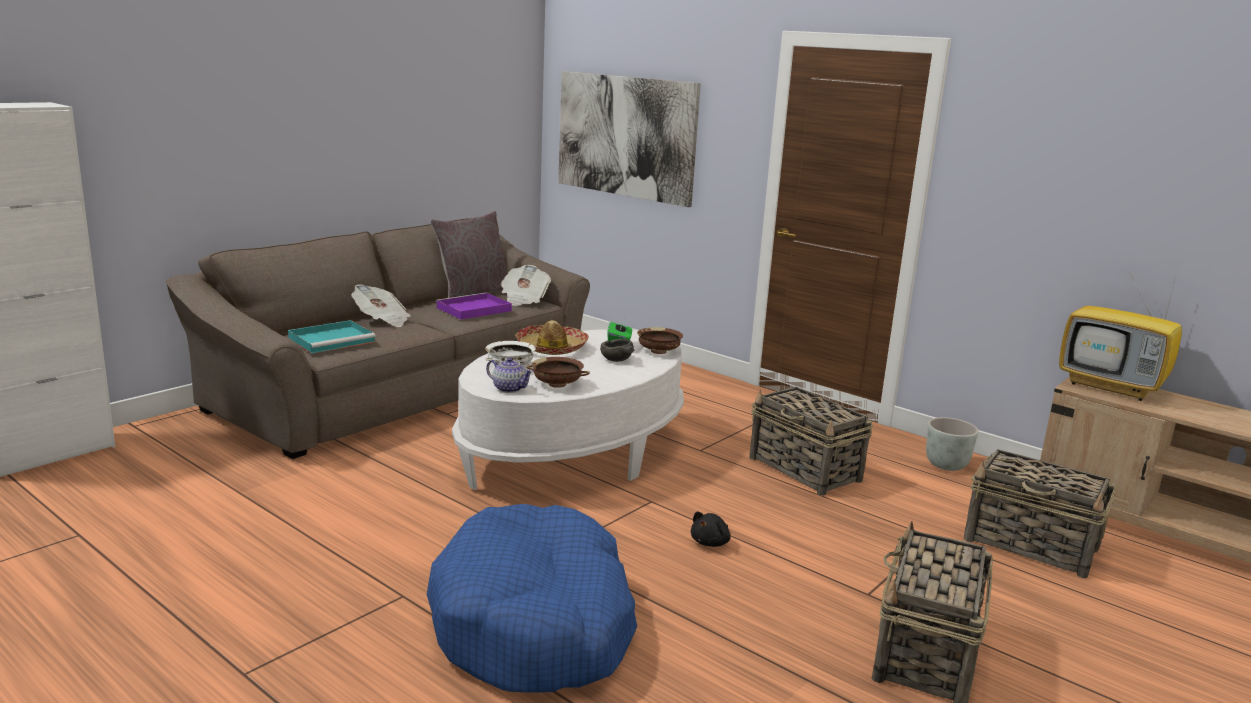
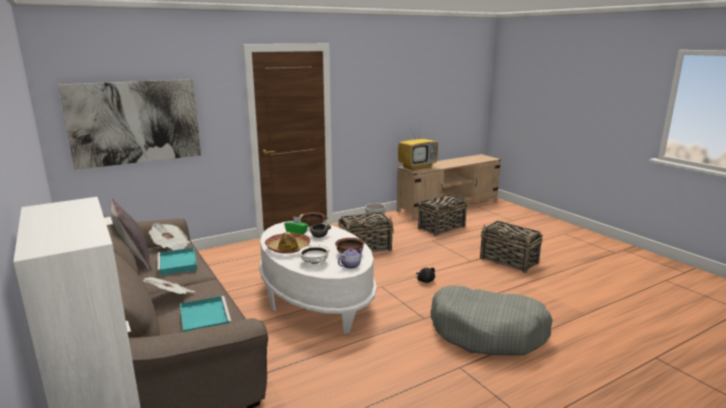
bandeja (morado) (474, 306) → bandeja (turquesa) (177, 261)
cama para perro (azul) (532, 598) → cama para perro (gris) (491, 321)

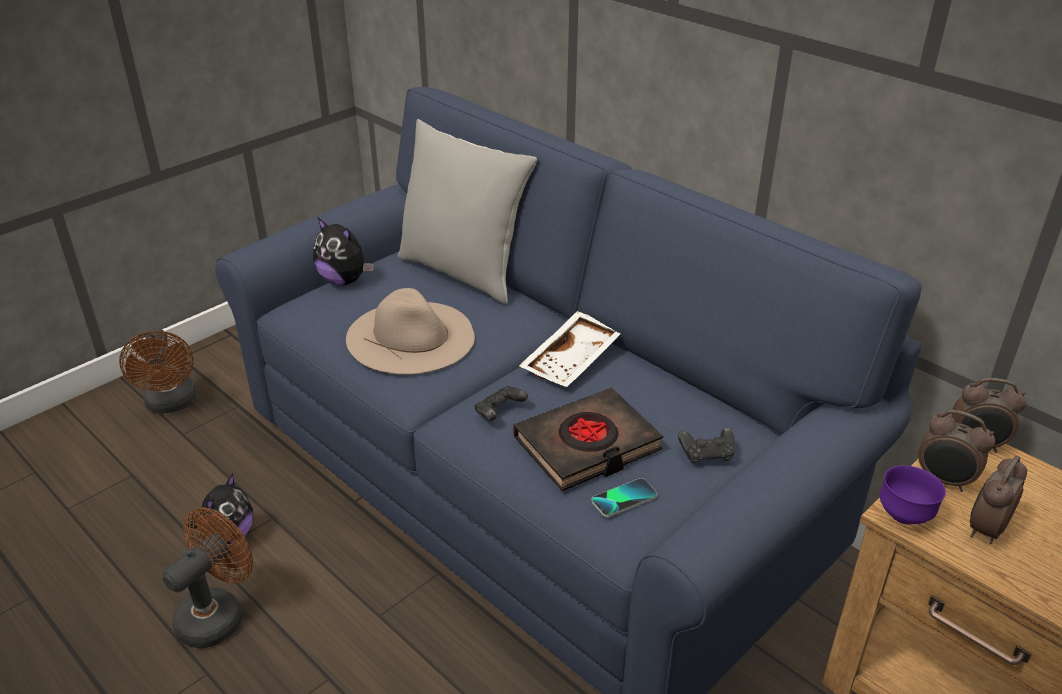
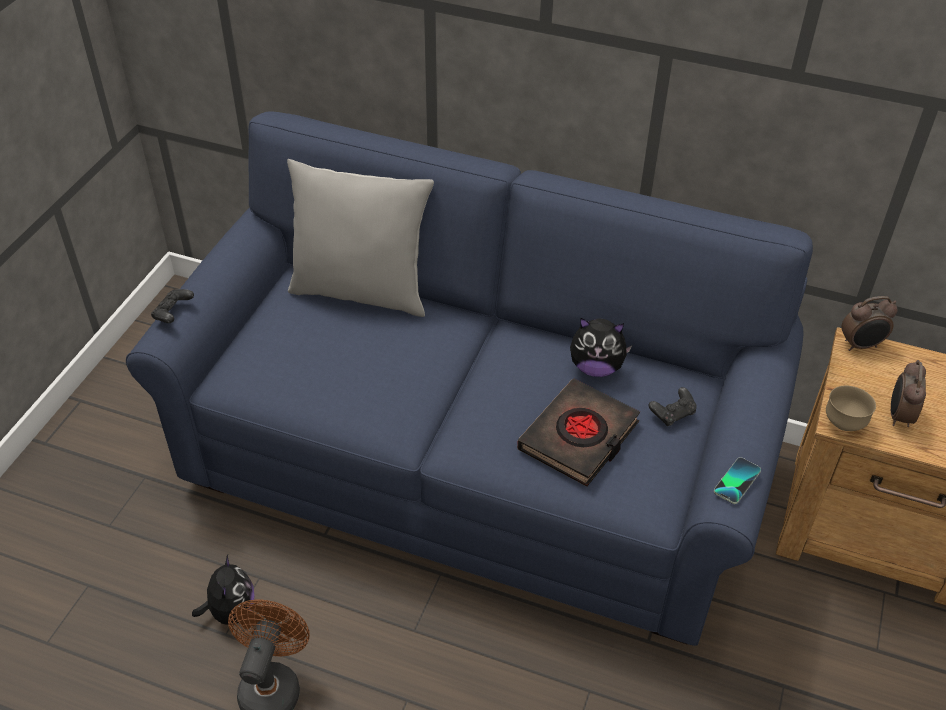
peluche (343, 251) → peluche (601, 347), moved
sombrero (beis) (410, 331) → -
bandeja (blanco) (569, 349) → -
ventilador (marrón) (157, 371) → -
mando de consola (negro) (501, 403) → mando de consola (negro) (172, 306), moved
despertador (956, 451) → -
cuenco (morado) (913, 494) → cuenco (marrón) (851, 408)
móvil (624, 497) → móvil (737, 480), moved

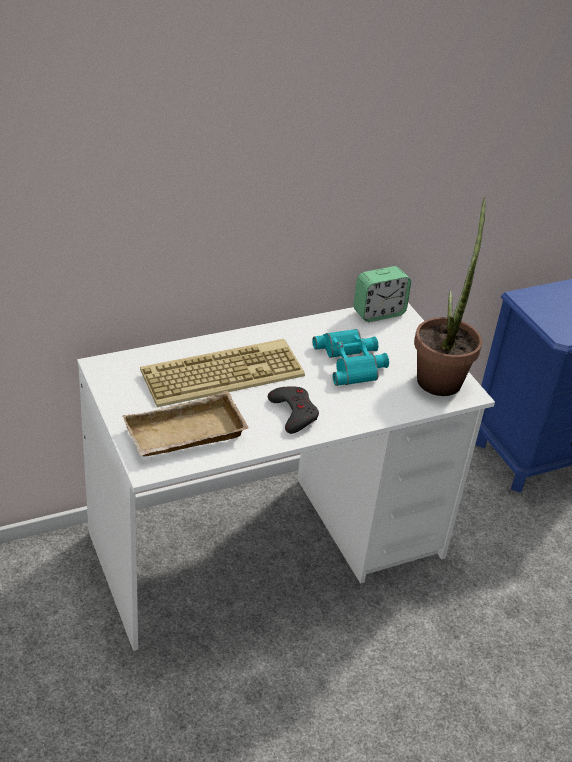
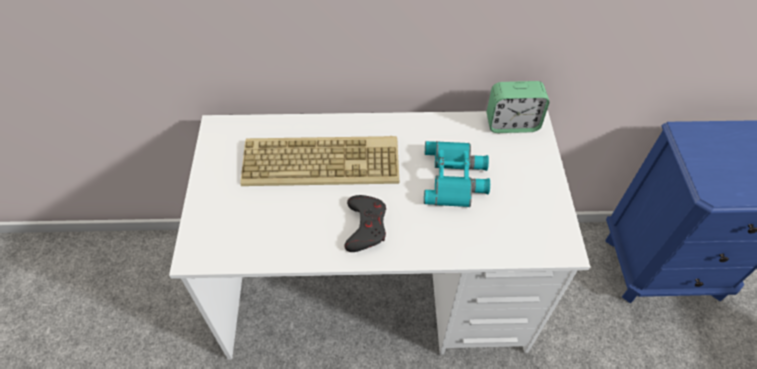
planta en maceta (449, 296) → -
bandeja (beis) (186, 424) → -

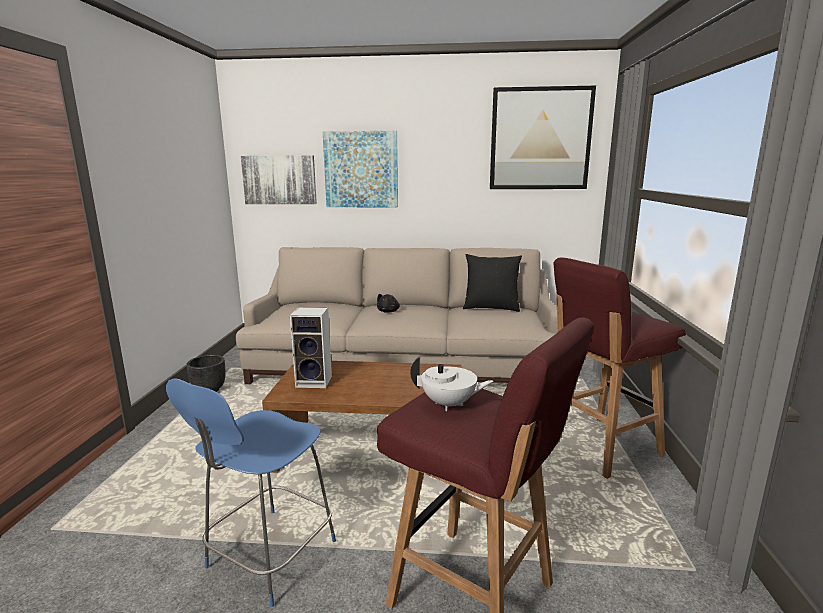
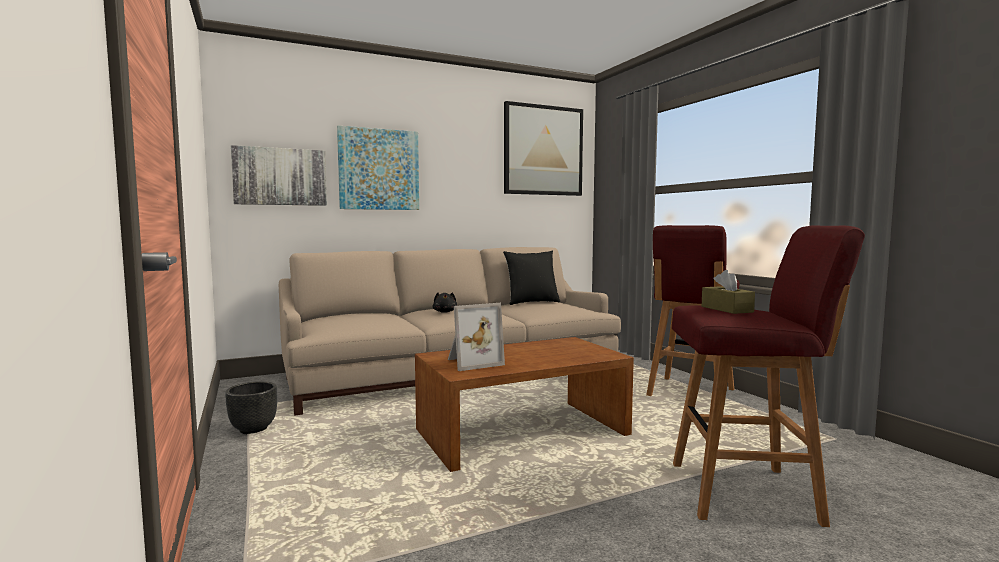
altavoz (311, 347) → portarretratos (476, 337)
tetera (blanco) (452, 383) → caja de pañuelos (marrón) (728, 292)
taburete (azul) (251, 492) → -

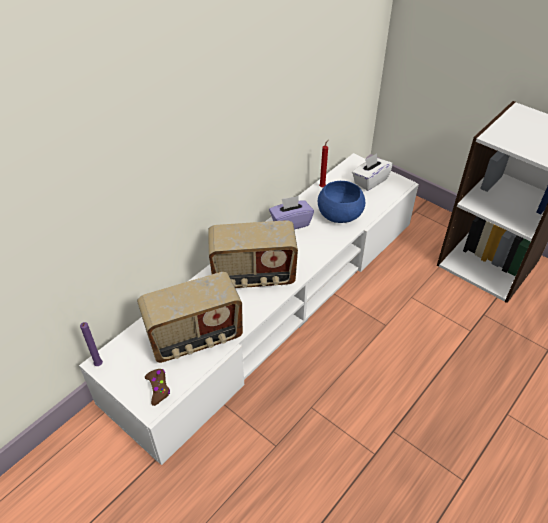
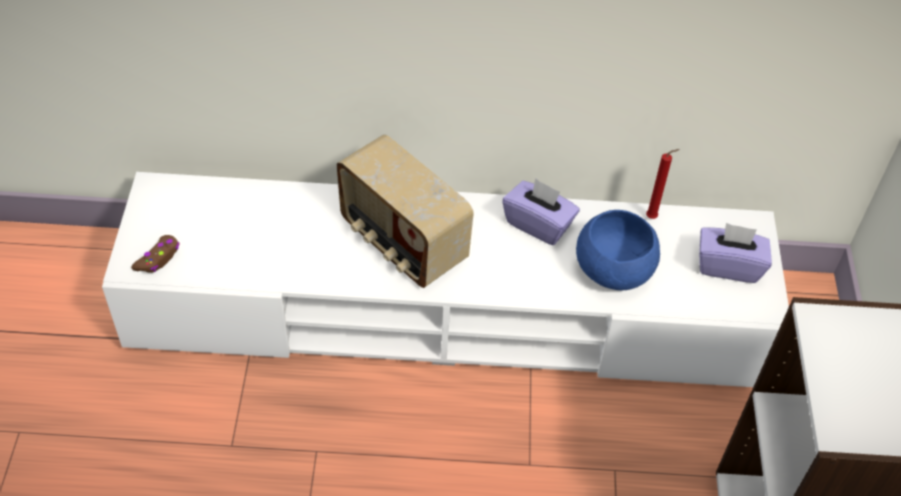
caja de pañuelos (blanco) (372, 172) → caja de pañuelos (morado) (735, 253)
radio (190, 317) → -
vela (morado) (91, 344) → -

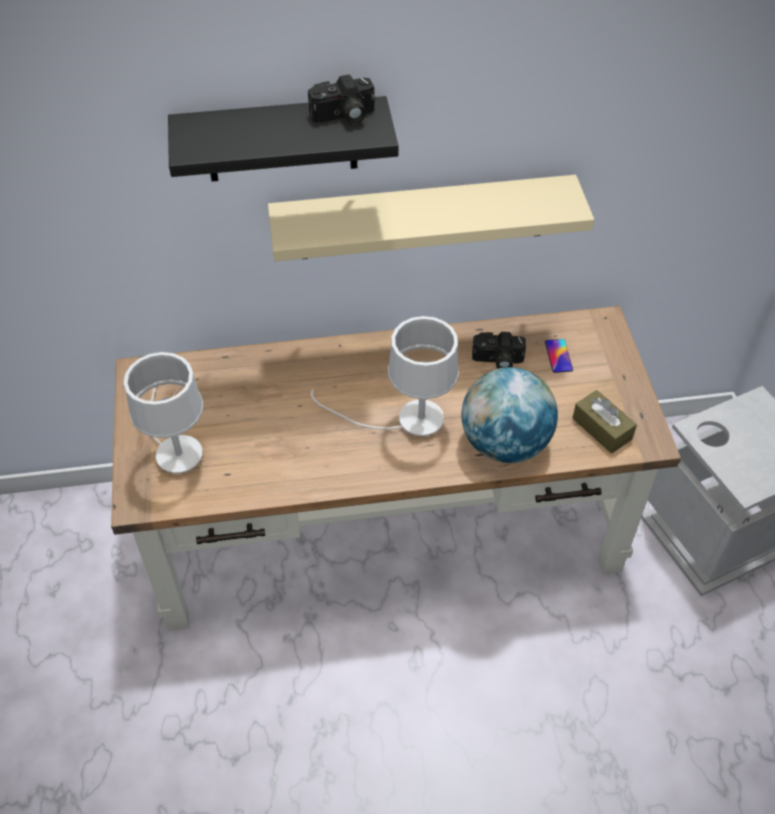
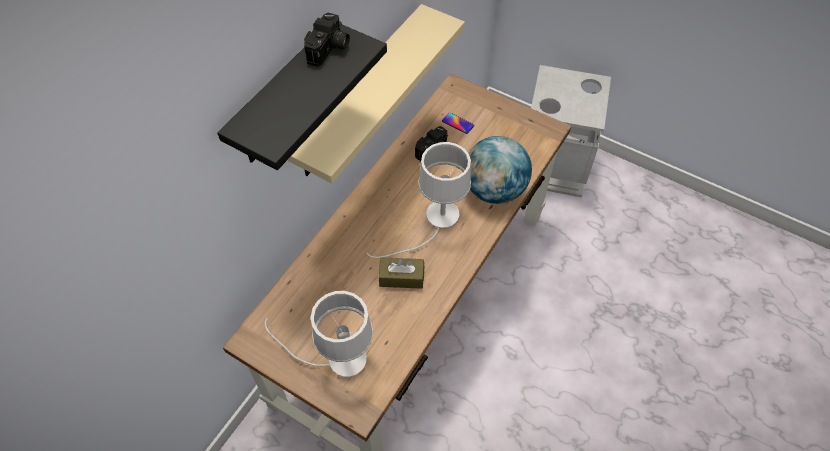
caja de pañuelos (marrón) (604, 422) → caja de pañuelos (marrón) (401, 273), moved

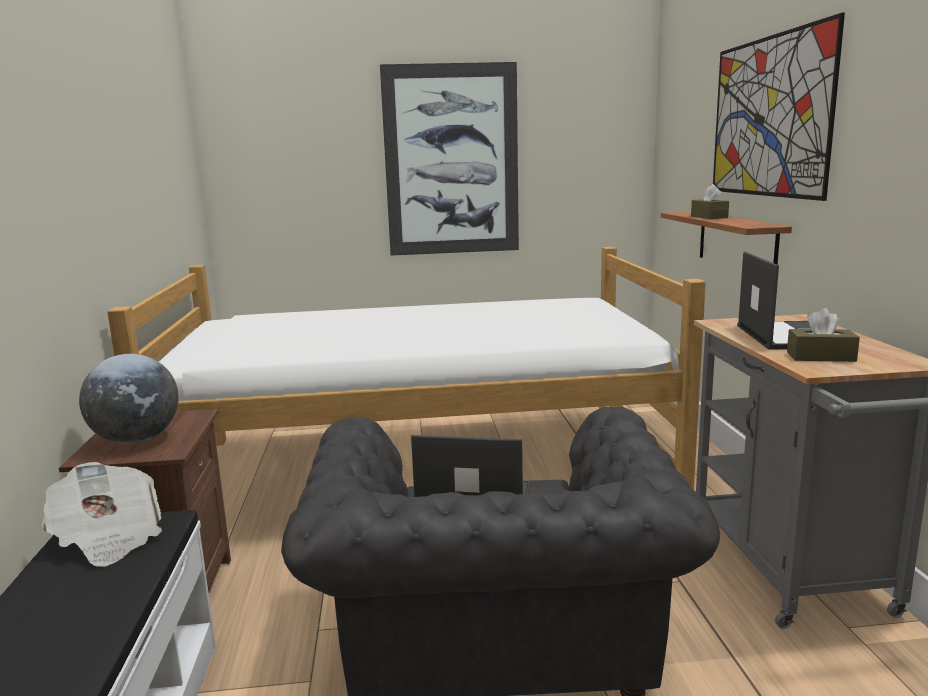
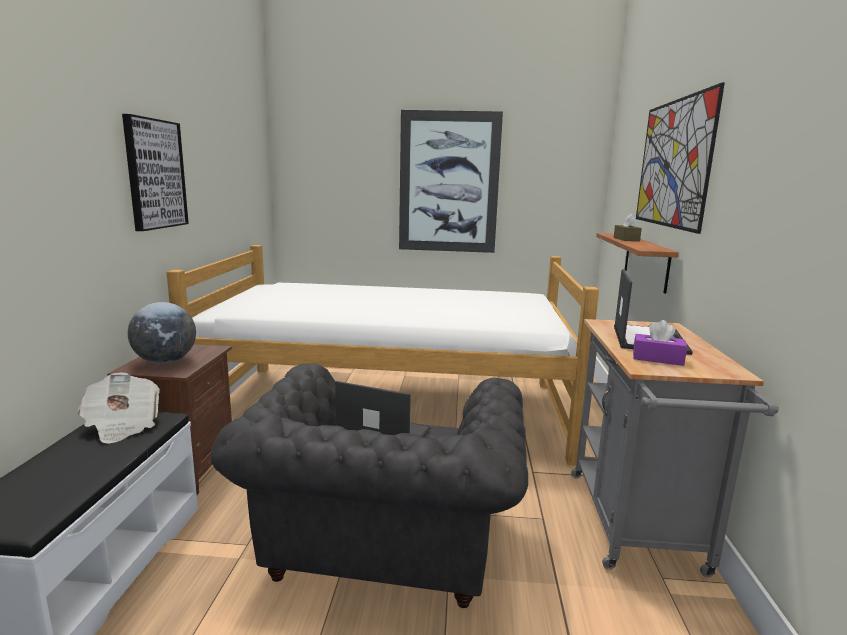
caja de pañuelos (marrón) (823, 335) → caja de pañuelos (morado) (660, 343)
- → cuadro (155, 172)

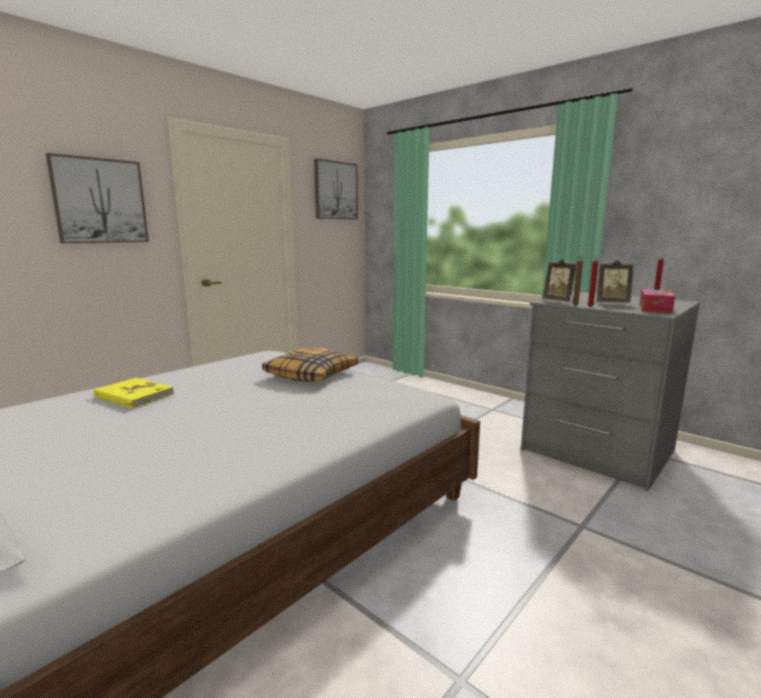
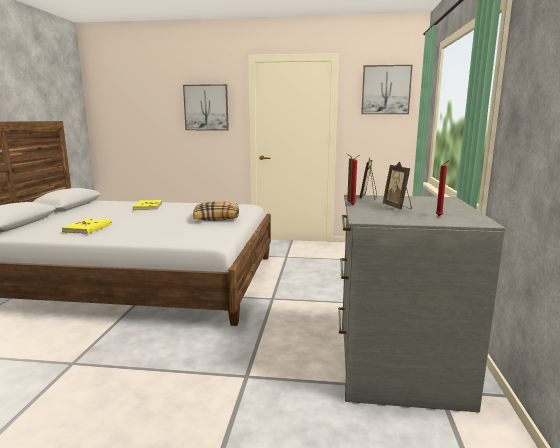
caja de pañuelos (657, 301) → -
- → libro (amarillo) (86, 226)

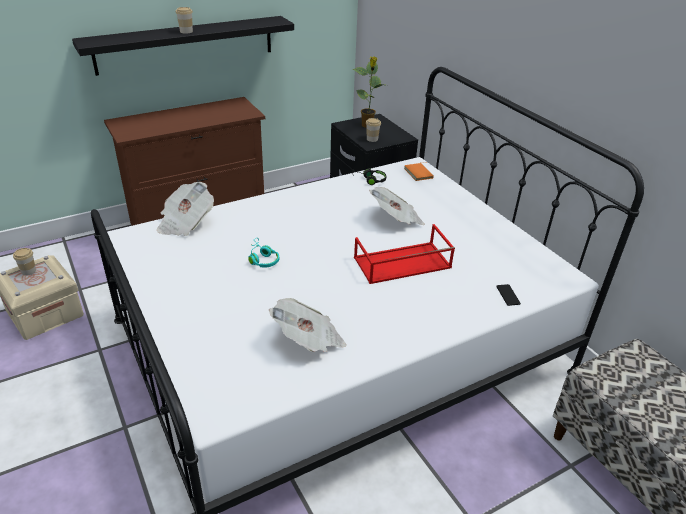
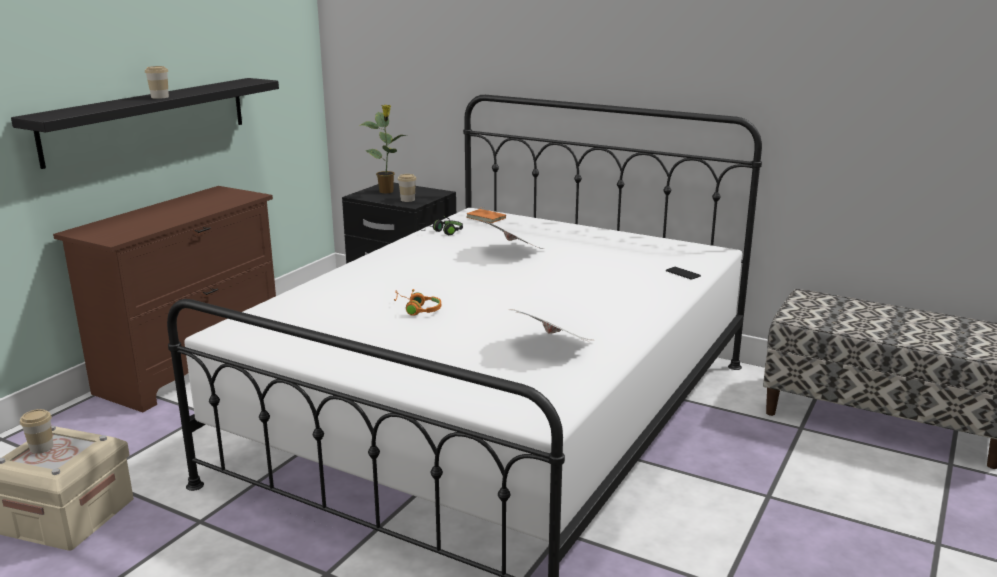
periódico (185, 209) → -
bandeja (rojo) (404, 254) → -
auriculares (turquesa) (263, 253) → auriculares (naranja) (417, 302)

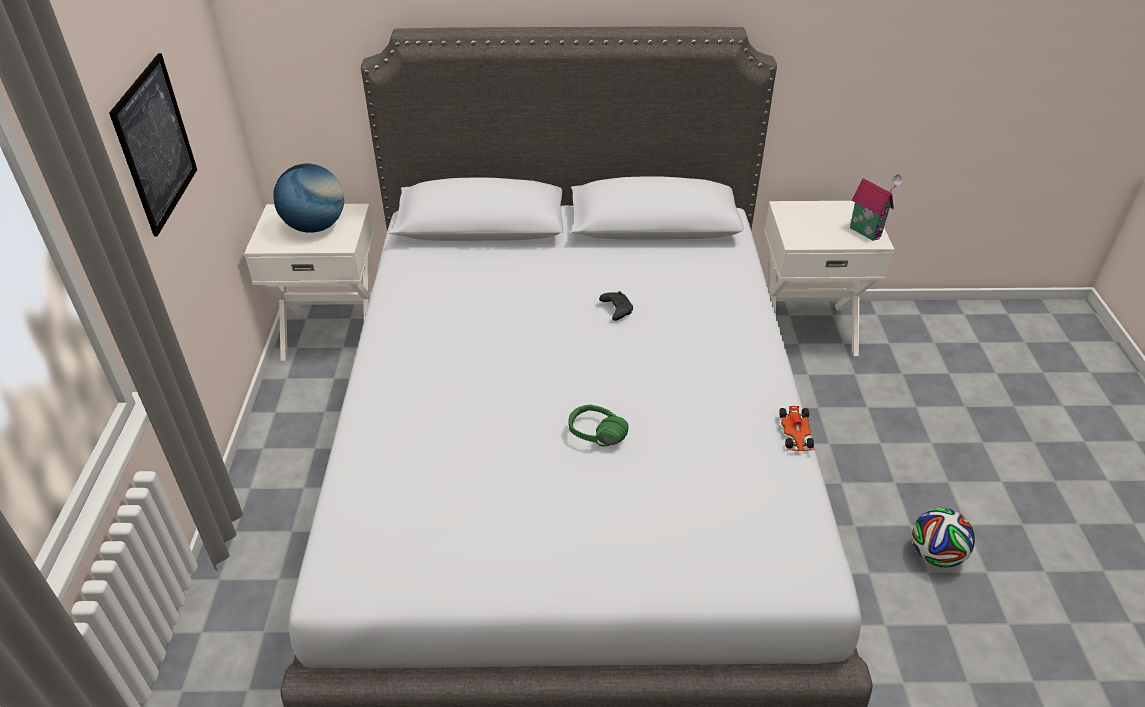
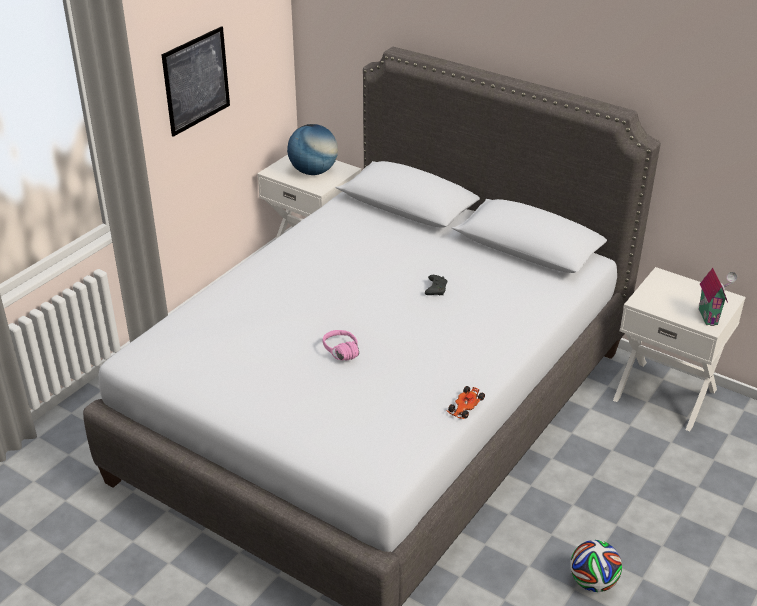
auriculares (verde) (598, 425) → auriculares (rosa) (341, 345)

